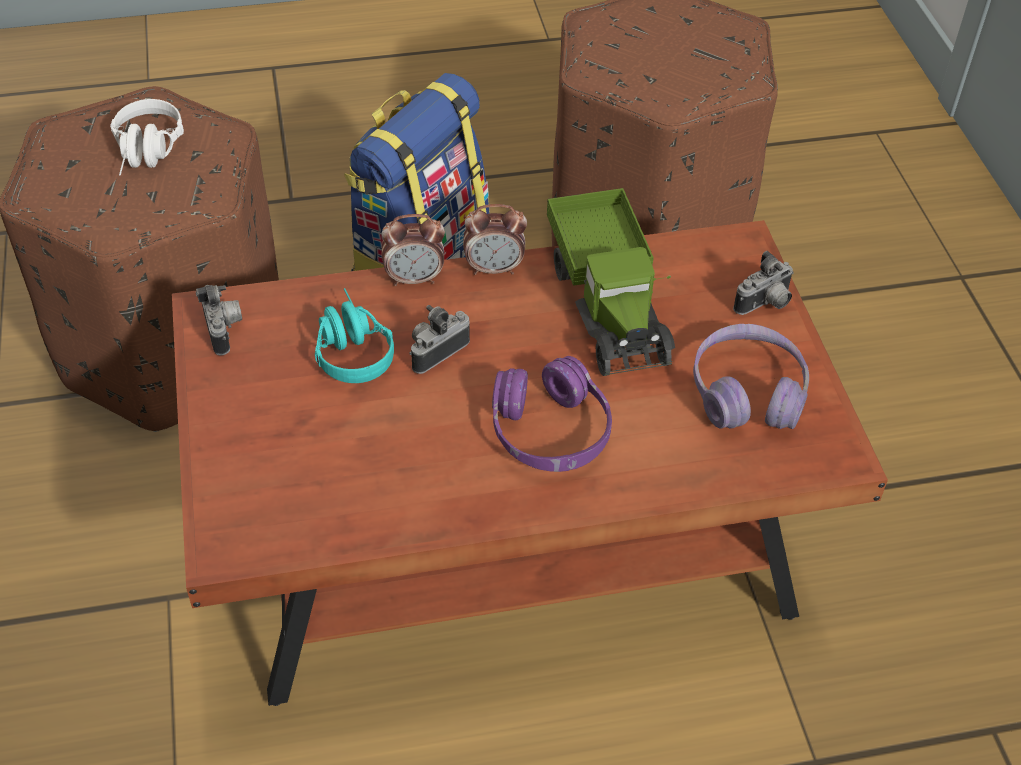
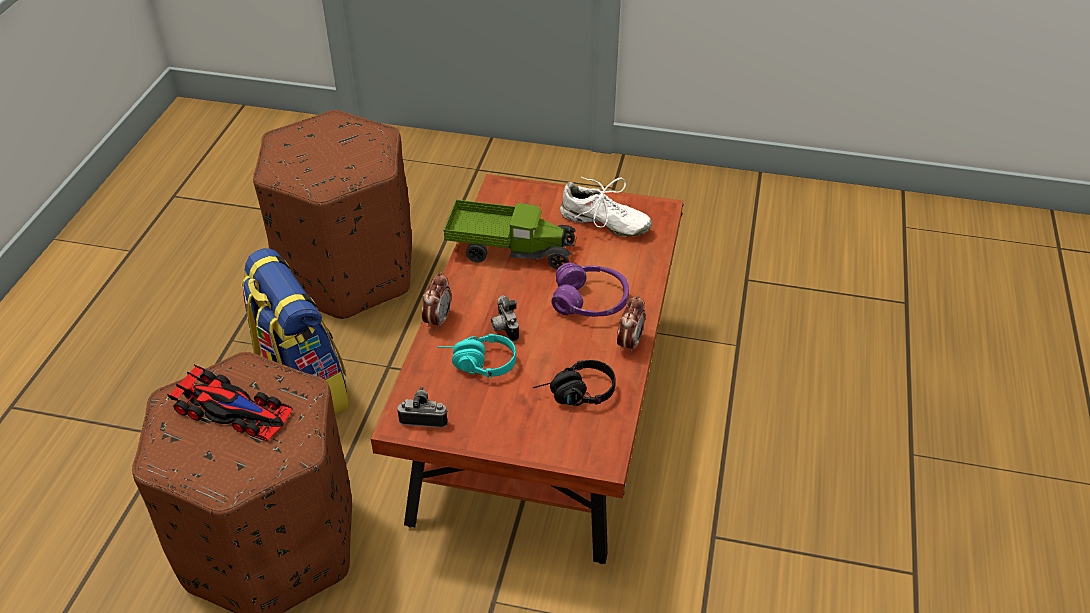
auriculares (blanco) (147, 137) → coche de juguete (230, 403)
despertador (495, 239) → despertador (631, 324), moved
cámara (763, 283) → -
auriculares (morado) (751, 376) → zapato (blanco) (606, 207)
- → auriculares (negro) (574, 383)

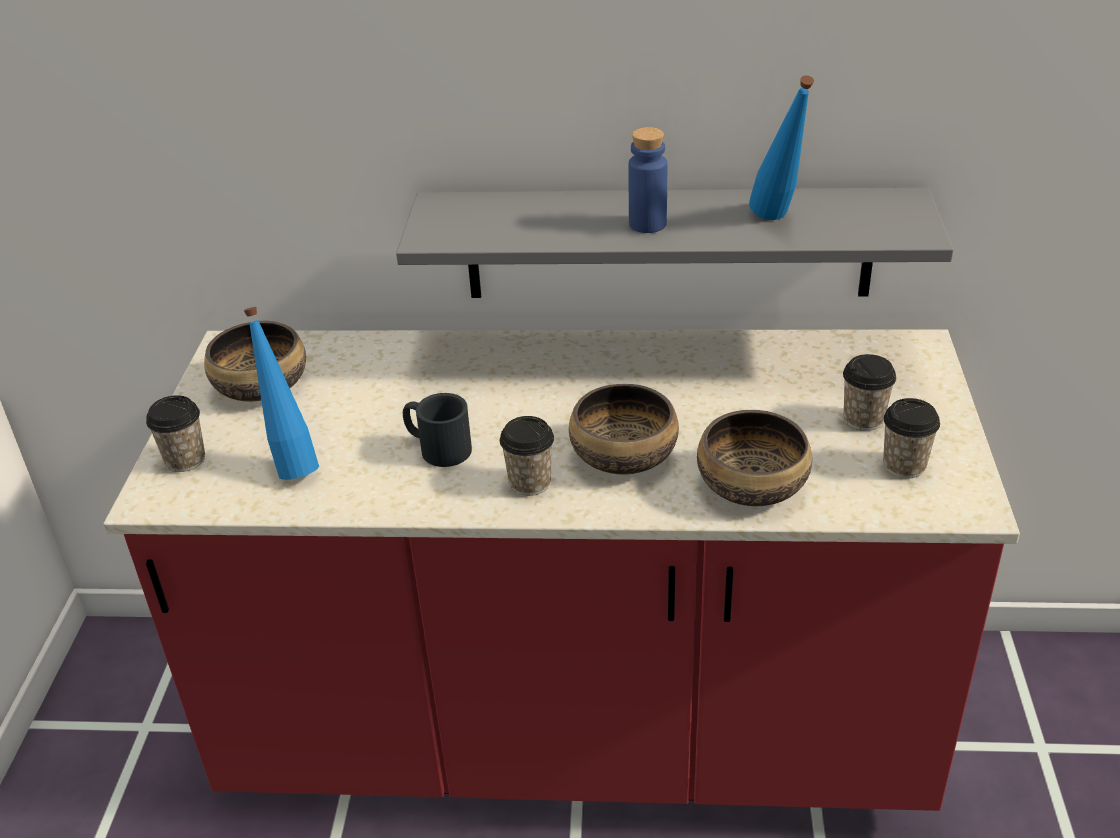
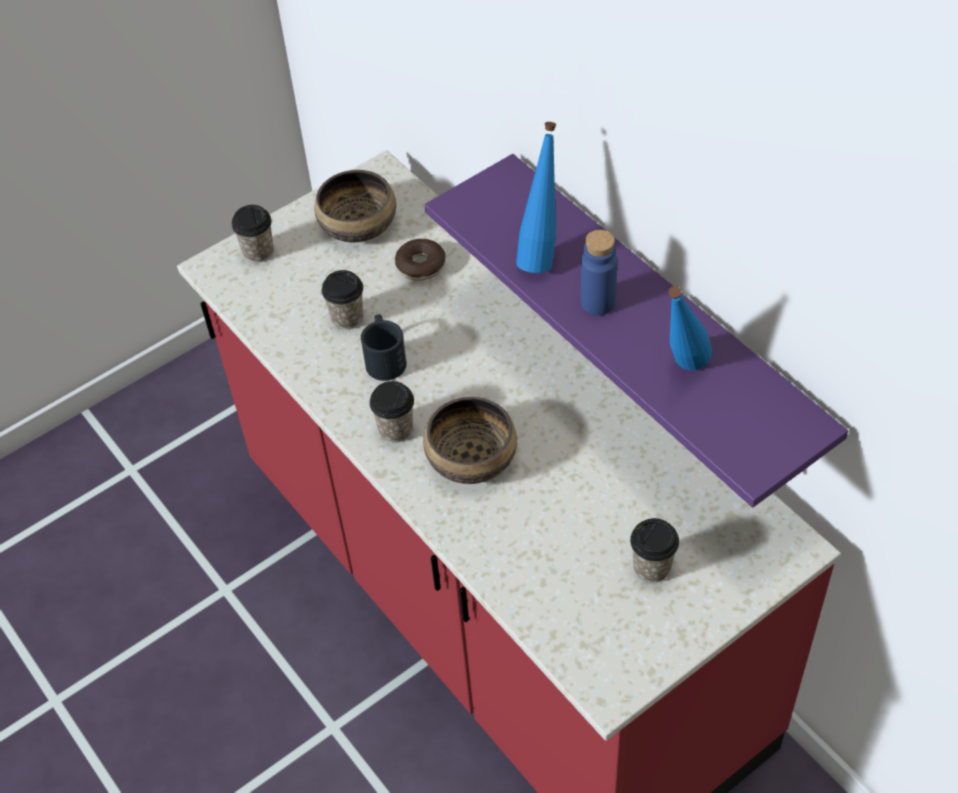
estante (gris) (675, 242) → estante (morado) (636, 331)
botella (azul) (281, 393) → botella (azul) (536, 197), moved
taza (911, 438) → taza (342, 300), moved
cuenco (754, 458) → -
- → rosquilla (420, 260)

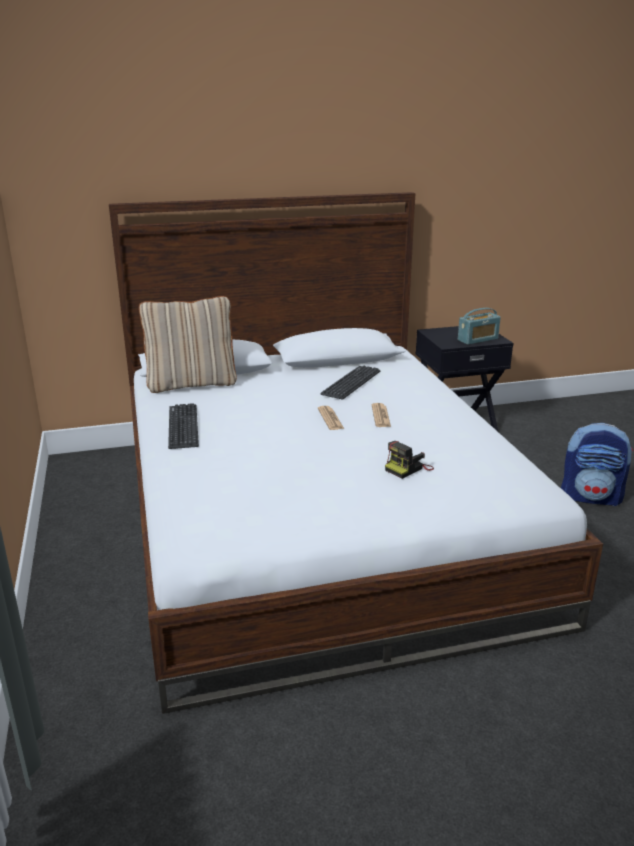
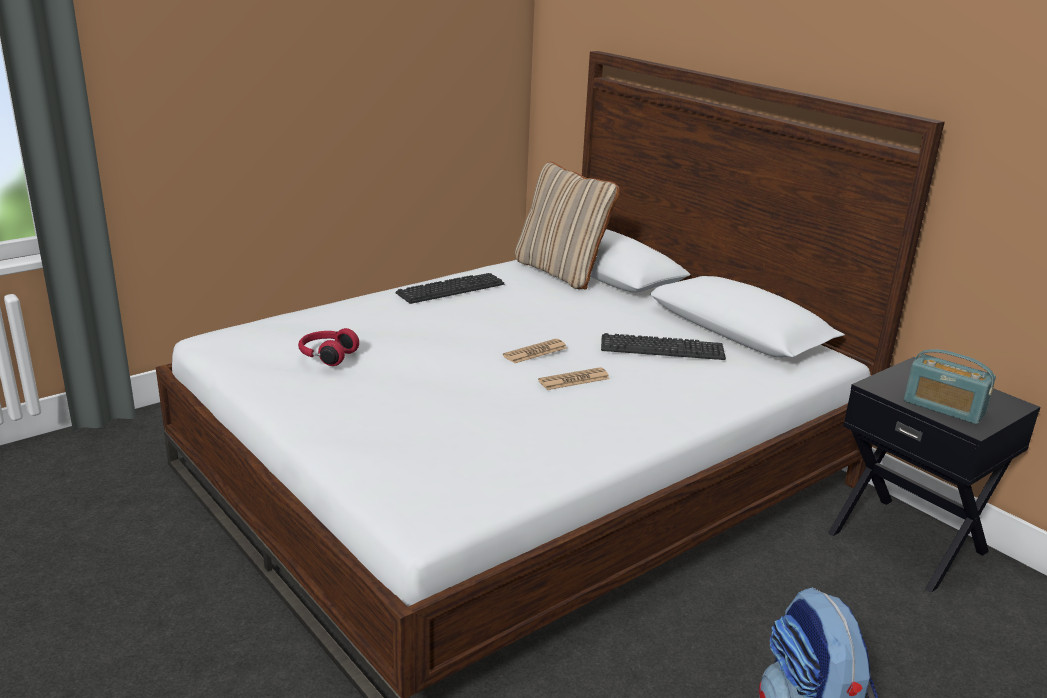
cámara (409, 460) → -
- → auriculares (rojo) (328, 347)

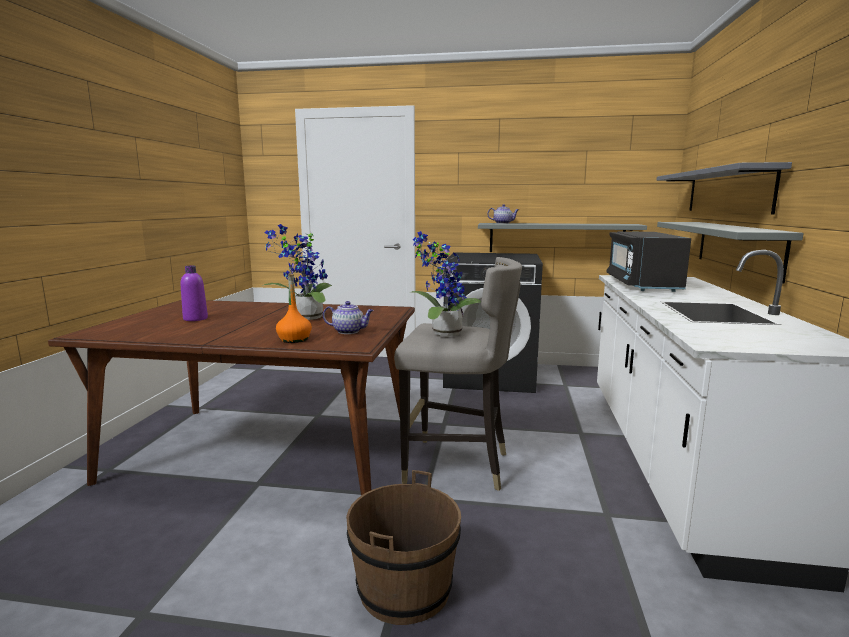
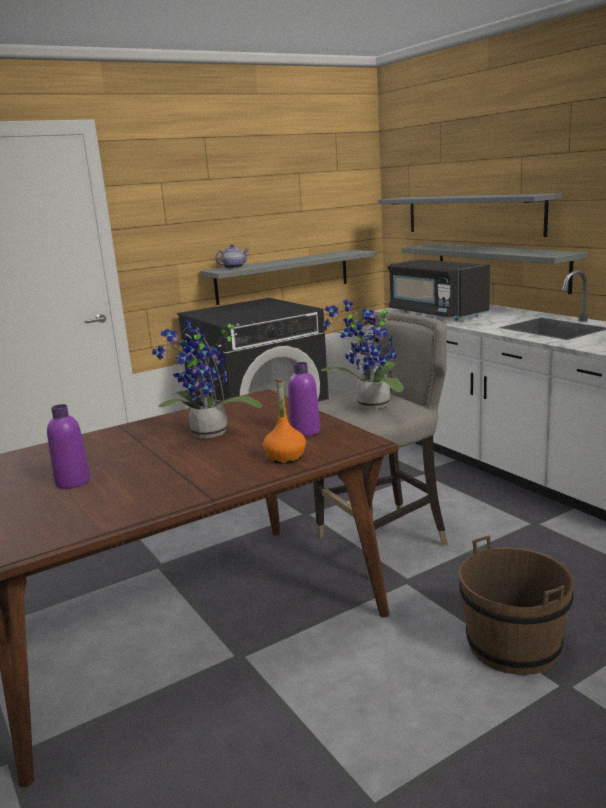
tetera (348, 317) → botella (morado) (304, 399)

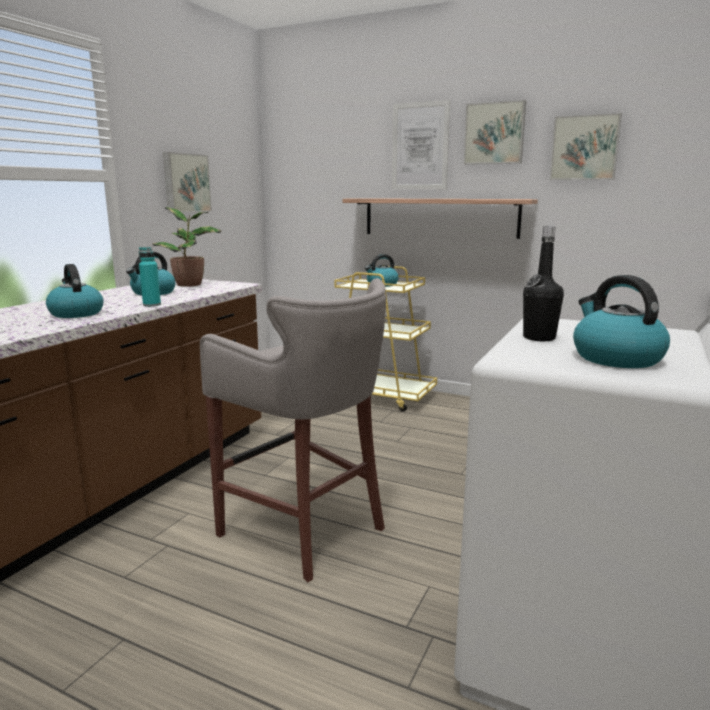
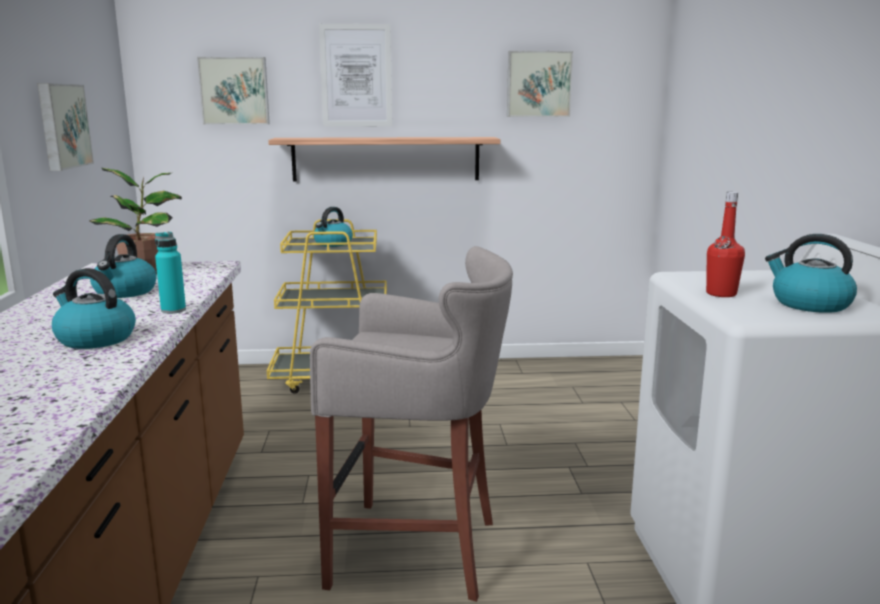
cuadro (494, 132) → cuadro (233, 91), moved
botella (negro) (543, 283) → botella (rojo) (725, 244)

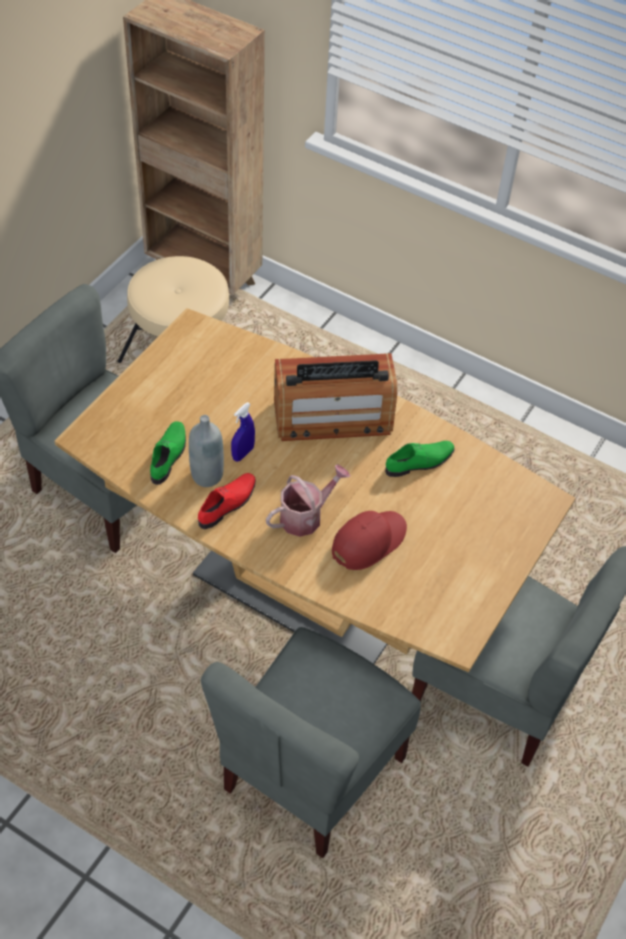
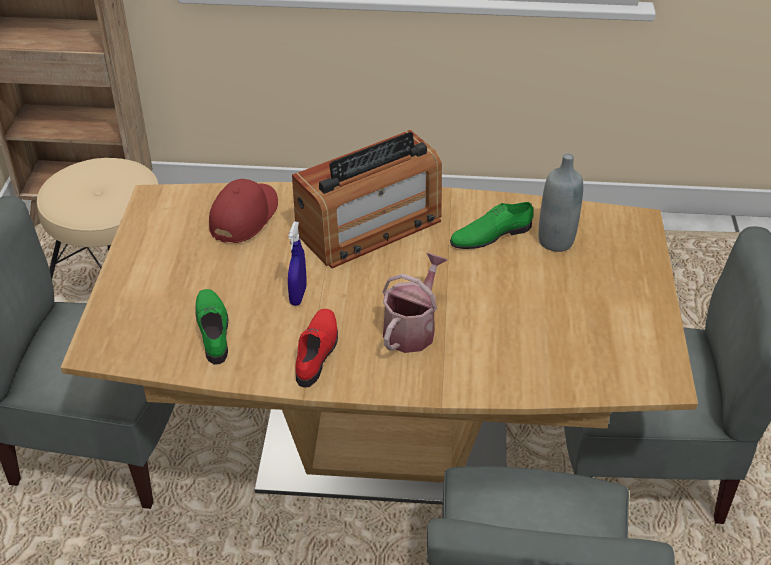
botella (gris) (206, 451) → botella (gris) (561, 202), moved
zapato (verde) (420, 459) → zapato (verde) (492, 225), 150 degrees counterclockwise
gorra (rojo) (369, 540) → gorra (rojo) (243, 211), moved

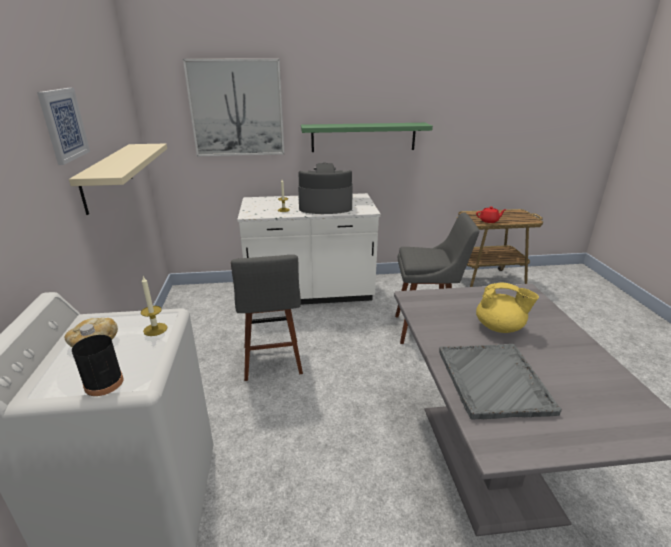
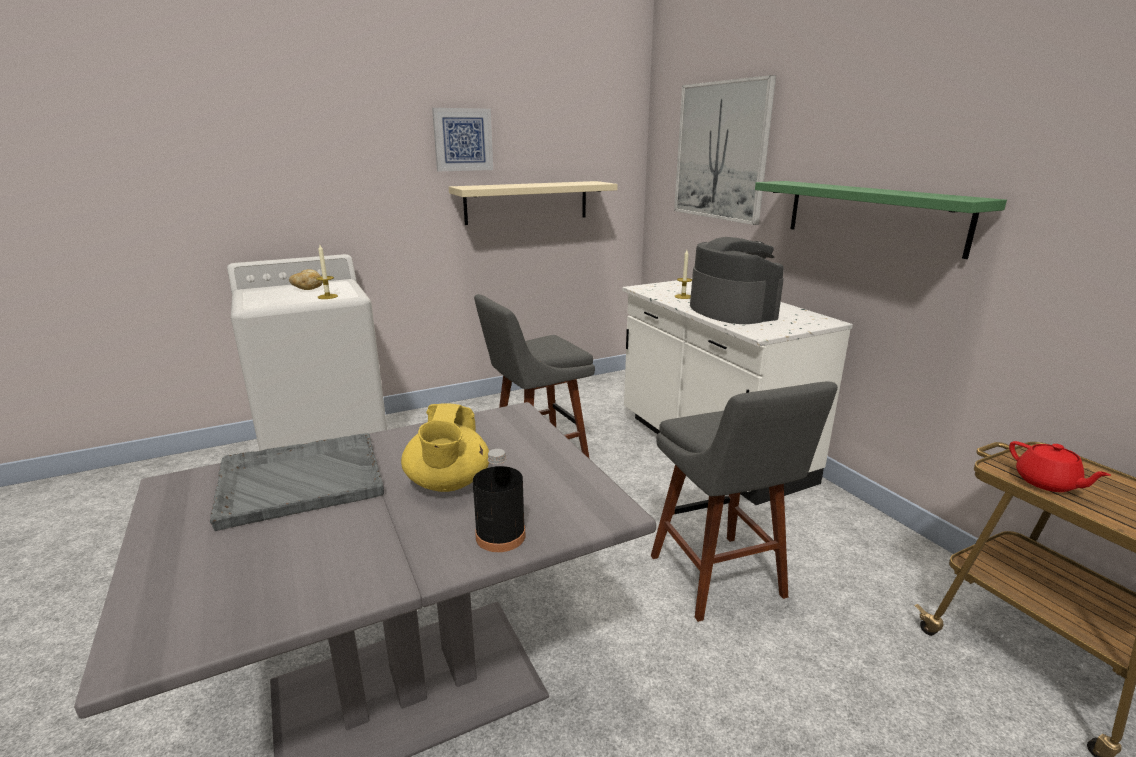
botella (negro) (98, 360) → botella (negro) (499, 500), moved

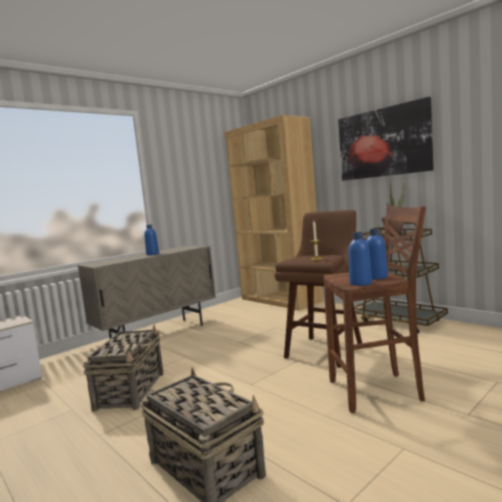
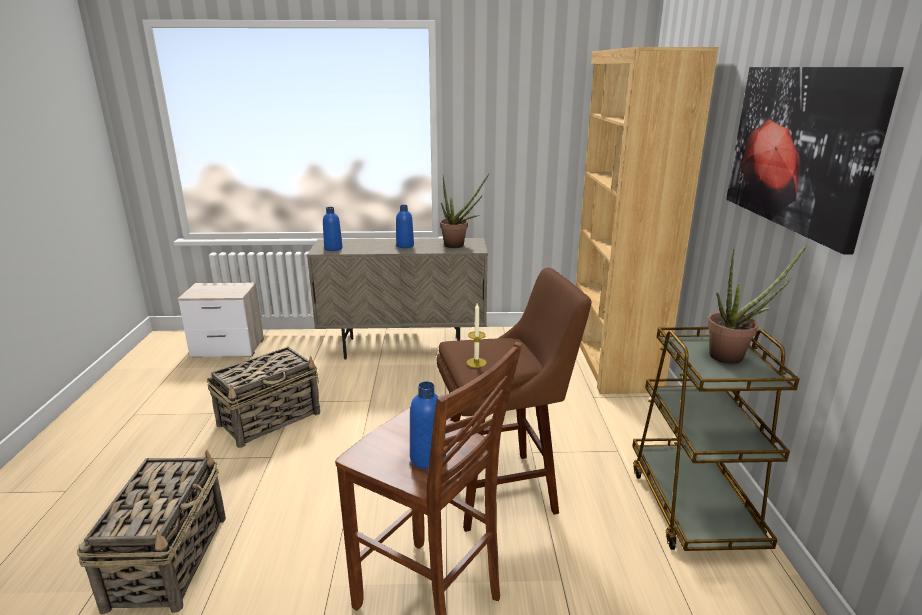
botella (azul) (360, 259) → botella (azul) (332, 229), moved
- → planta en maceta (464, 211)

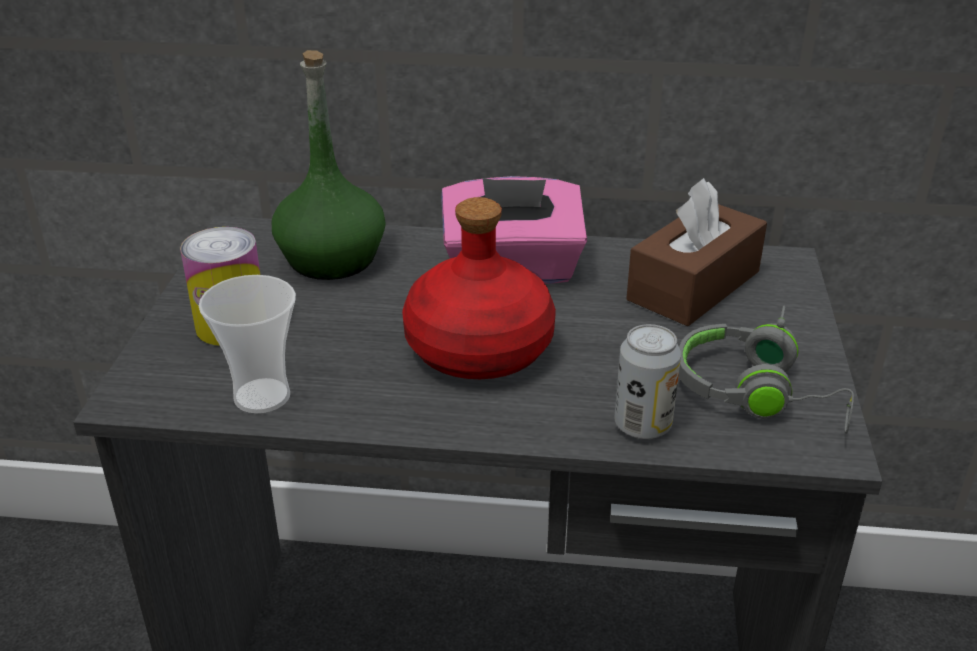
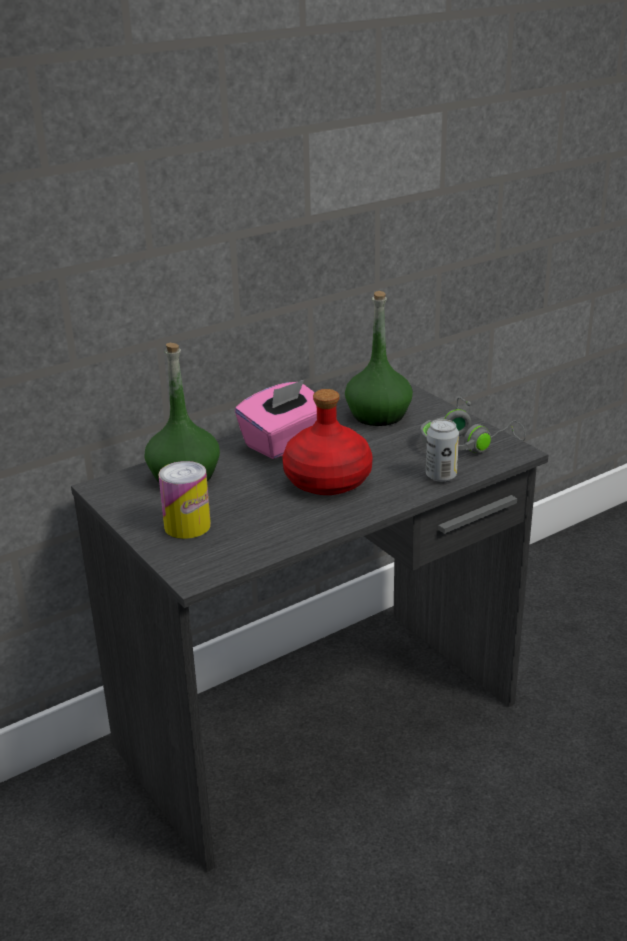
caja de pañuelos (marrón) (696, 252) → botella (verde) (379, 358)
taza (247, 344) → -

